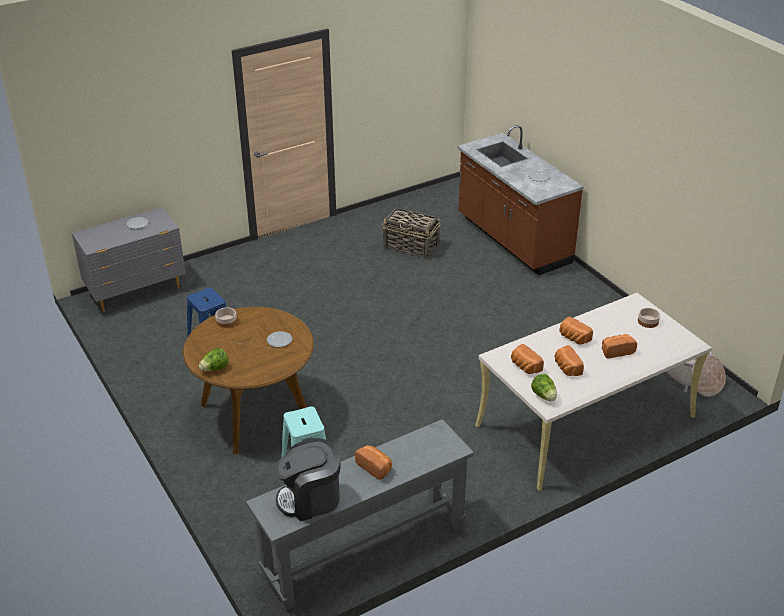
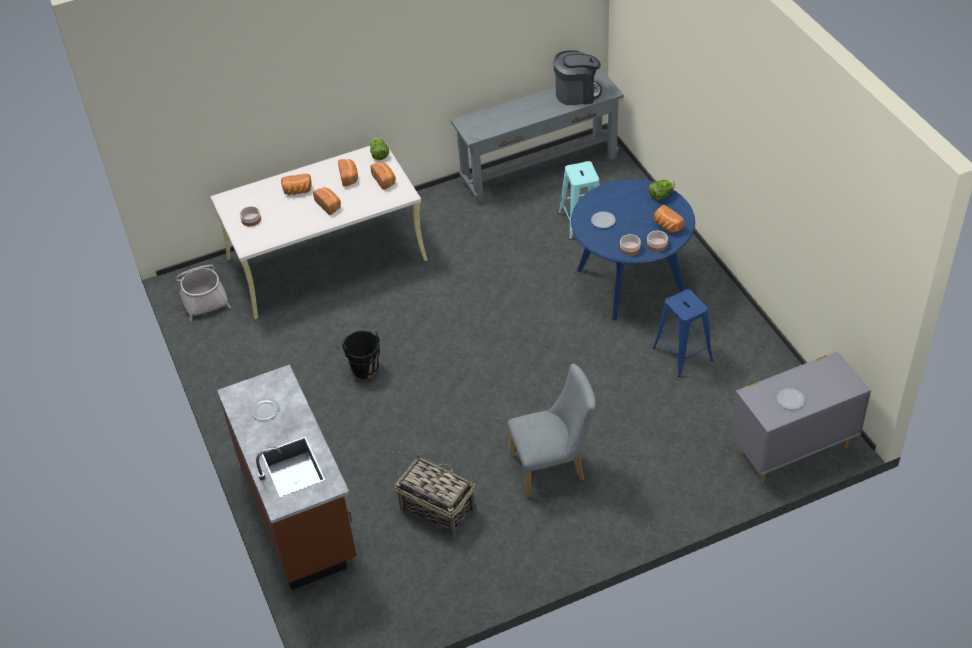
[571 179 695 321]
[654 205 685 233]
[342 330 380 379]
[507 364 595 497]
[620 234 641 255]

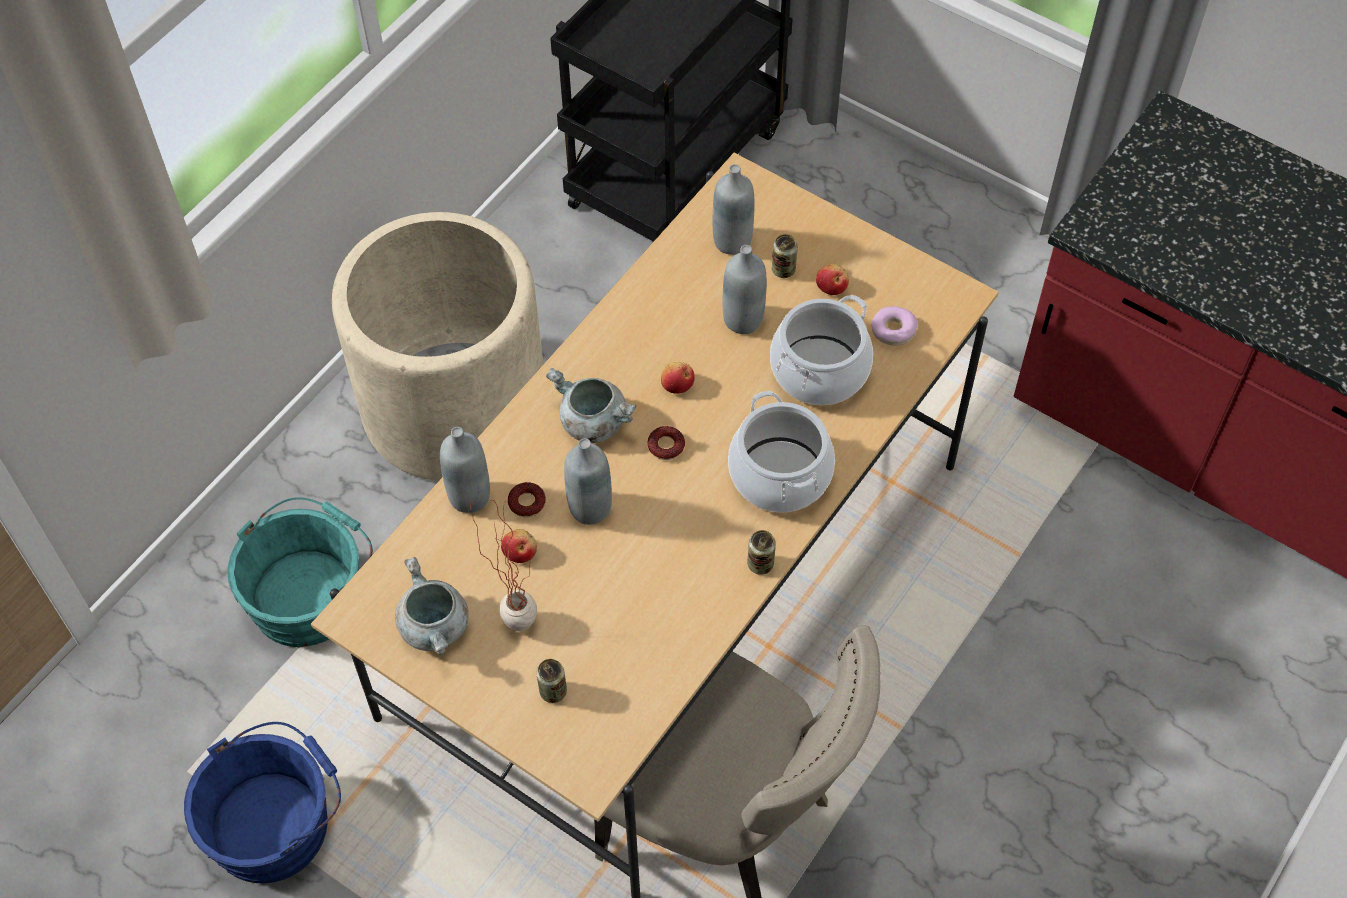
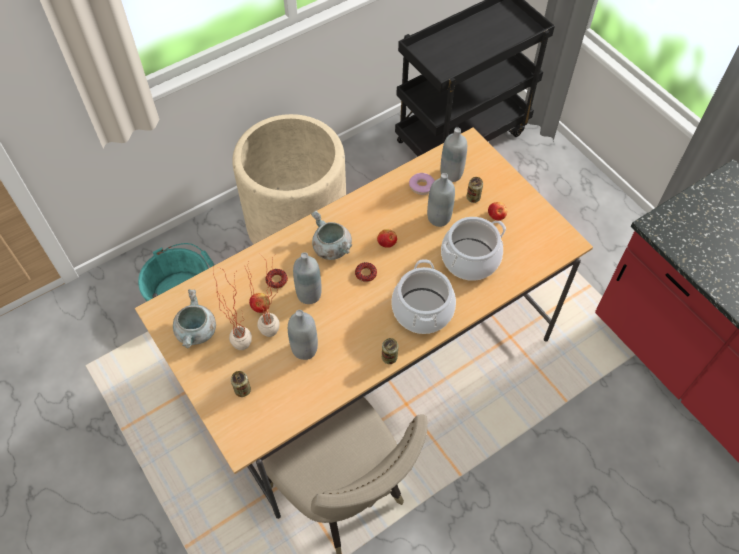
[184 722 341 883] (first image)
[288 310 318 360]
[409 173 435 195]
[245 254 281 337]

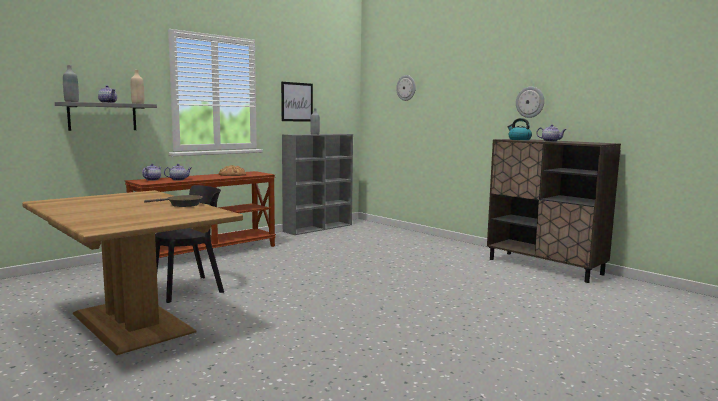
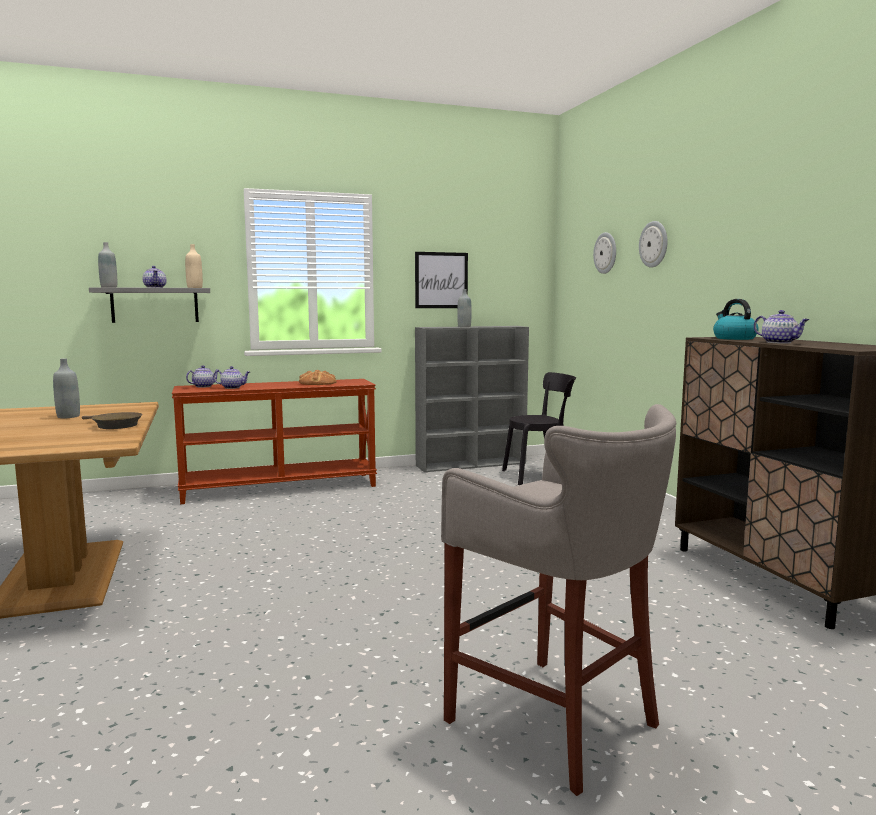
[502 372 576 485]
[639 221 668 268]
[53 358 80 418]
[441 404 676 796]

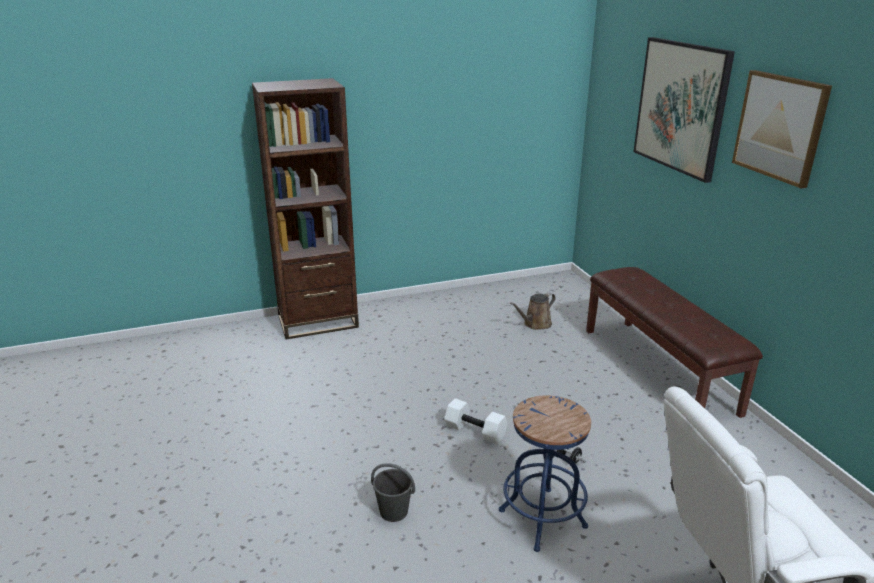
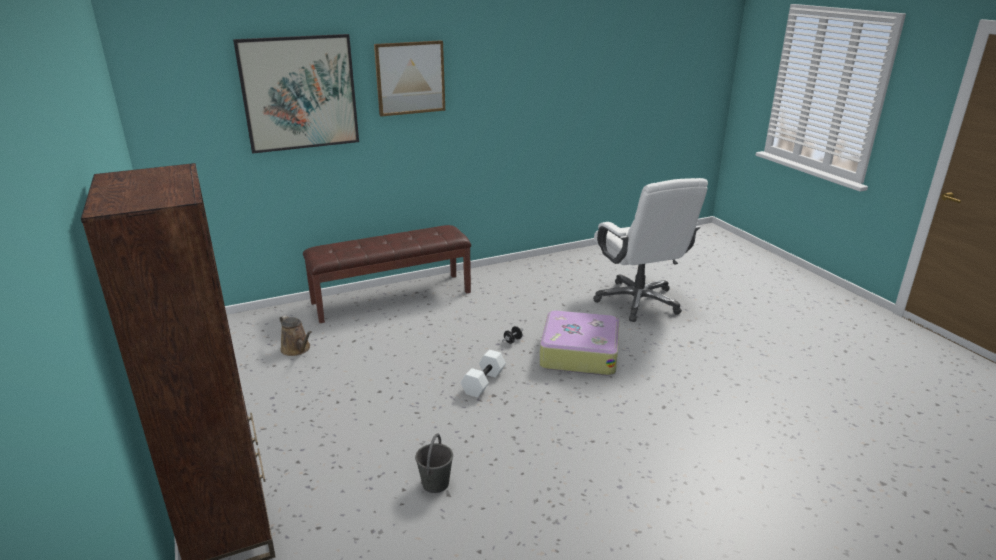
[415 433 453 493]
[539 310 619 375]

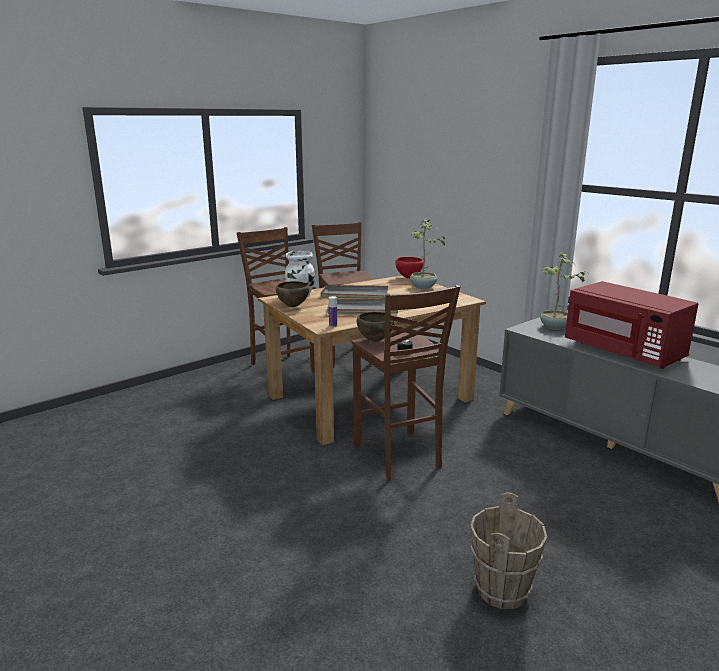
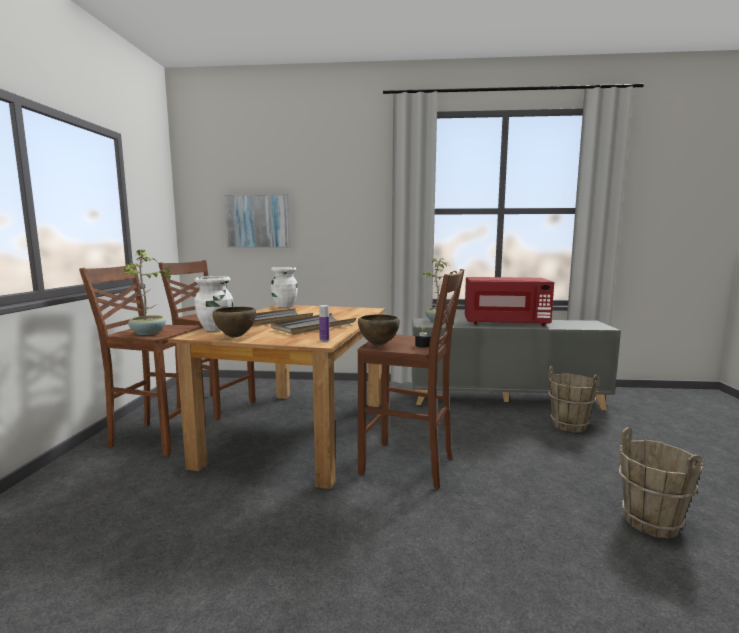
[271 267 298 307]
[120 249 175 335]
[224 194 291 248]
[548 366 599 433]

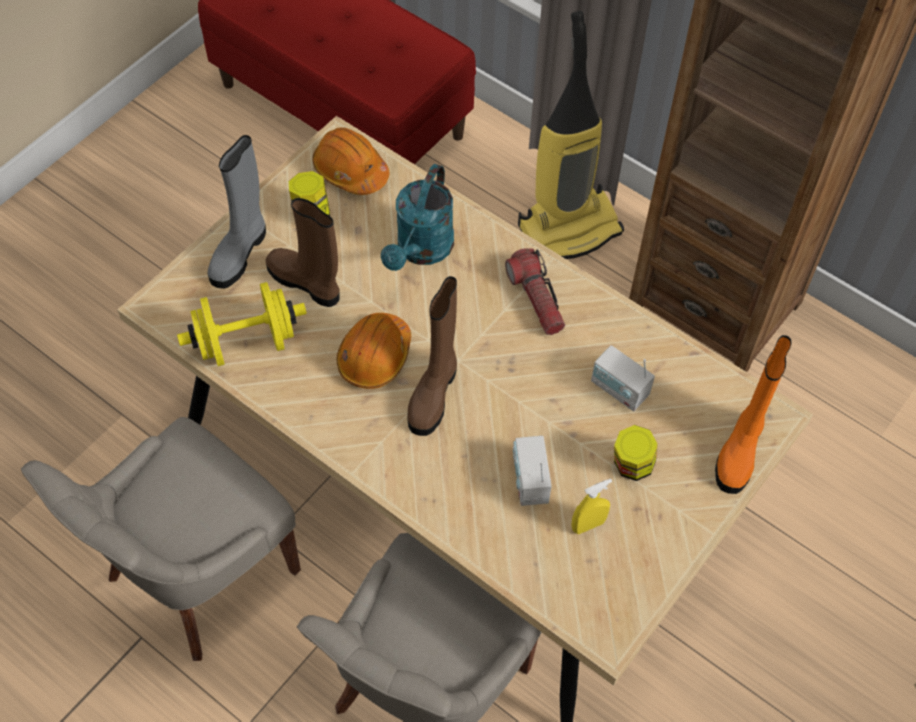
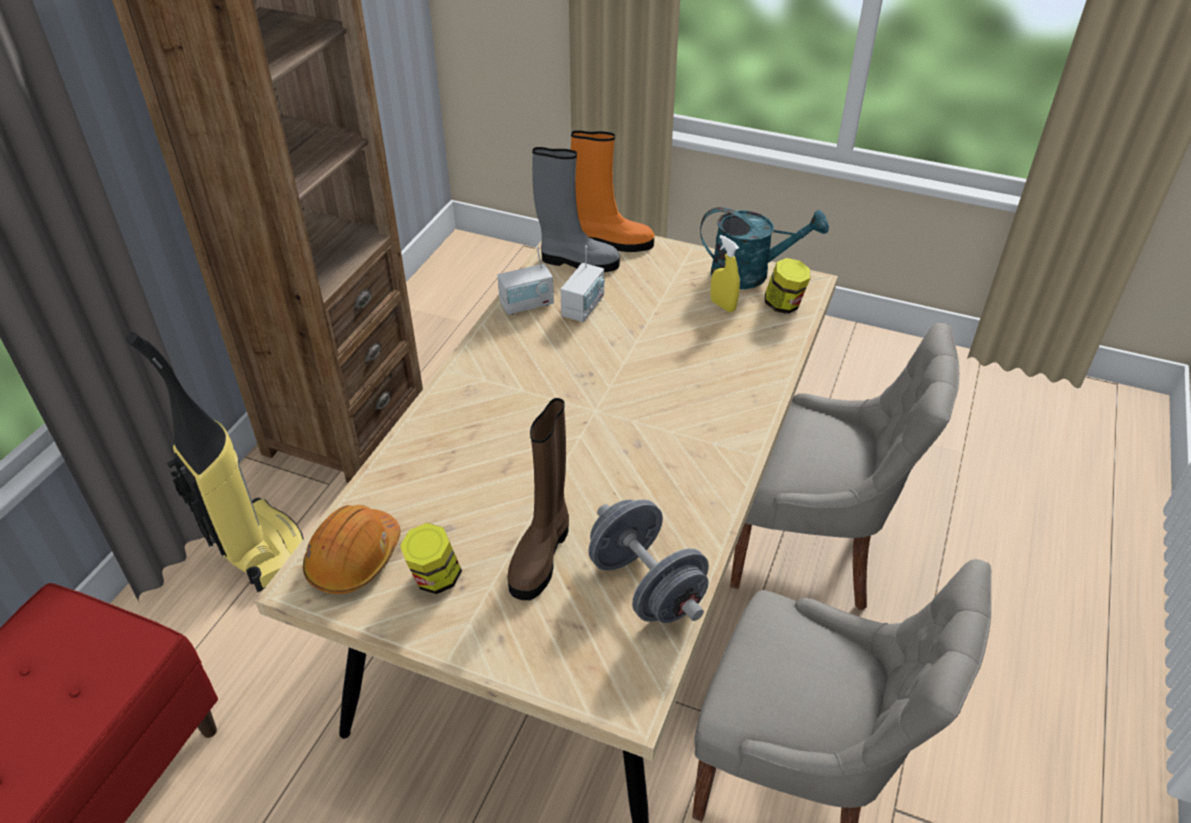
[588 499 709 623]
[532 147 620 272]
[336 313 411 389] (first image)
[700 207 829 289]
[407 276 457 436] (first image)
[505 249 565 335] (first image)
[497 246 554 315]
[765 258 810 314]

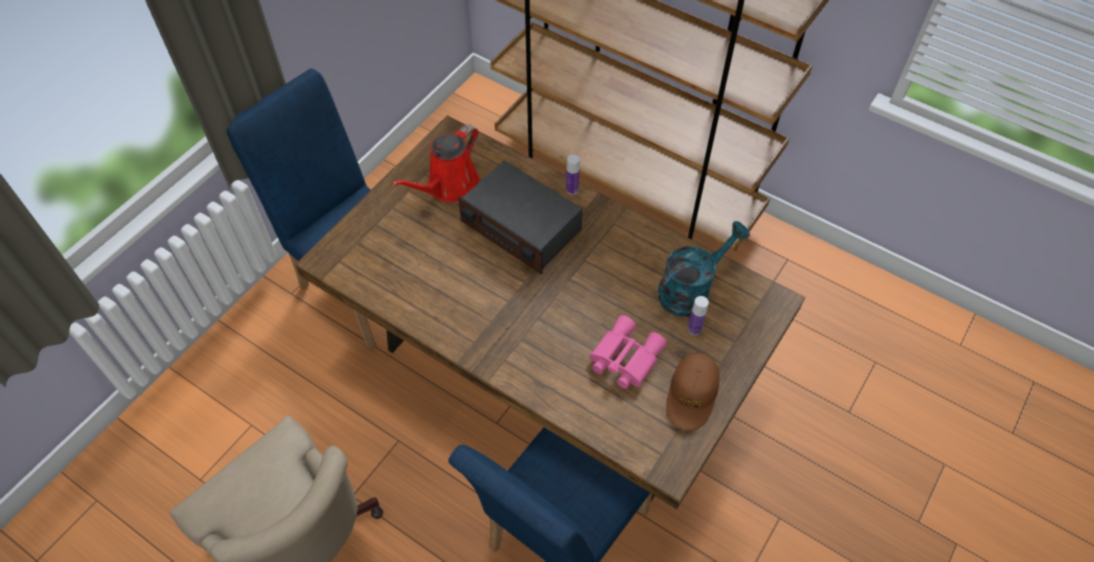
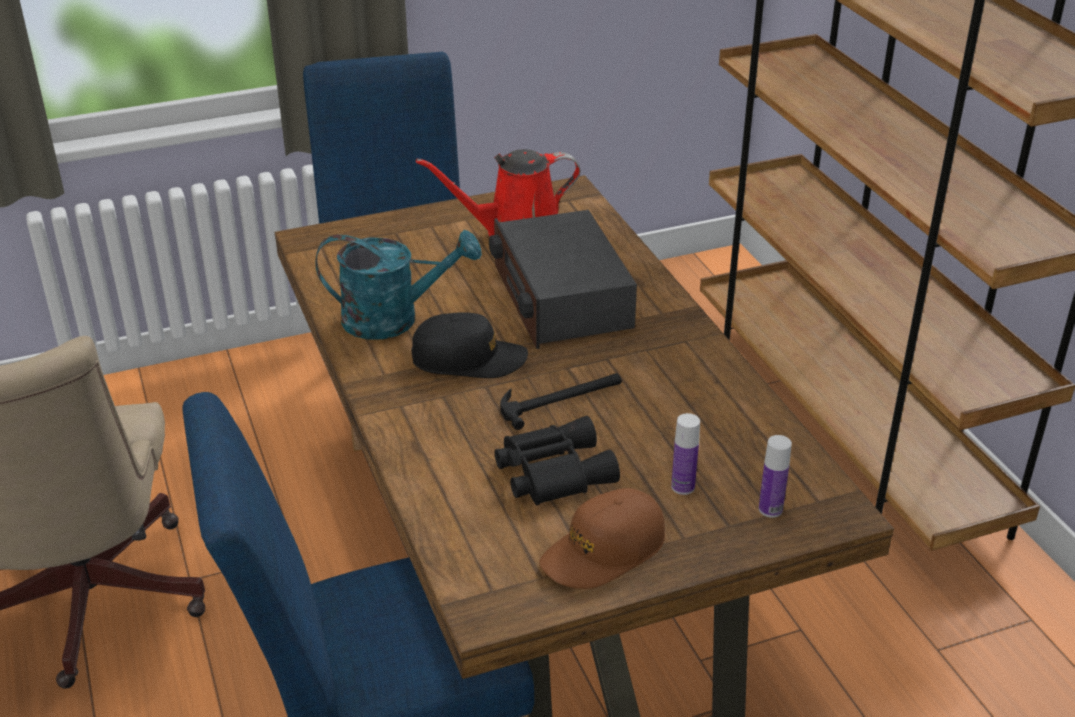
[759 435 792 518]
[495 416 620 505]
[315 230 482 340]
[411 313 528 378]
[500 373 622 430]

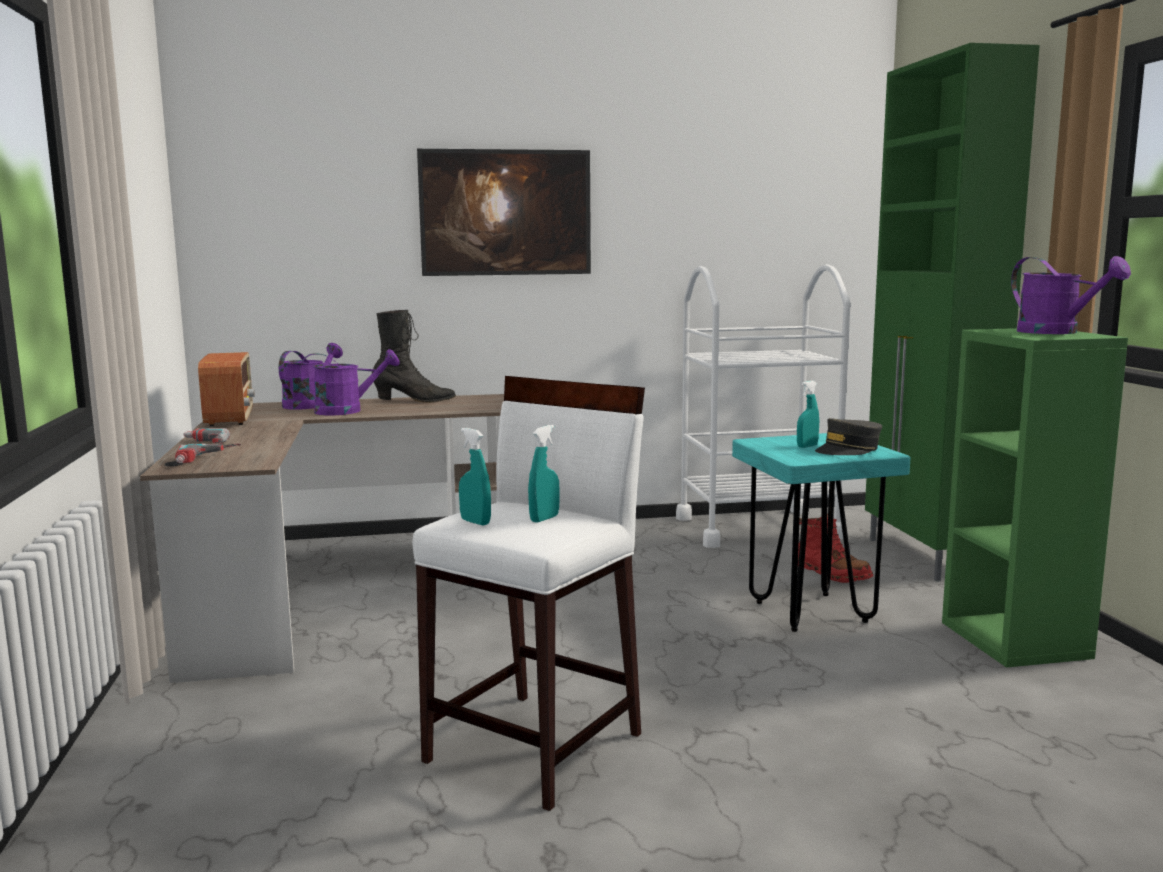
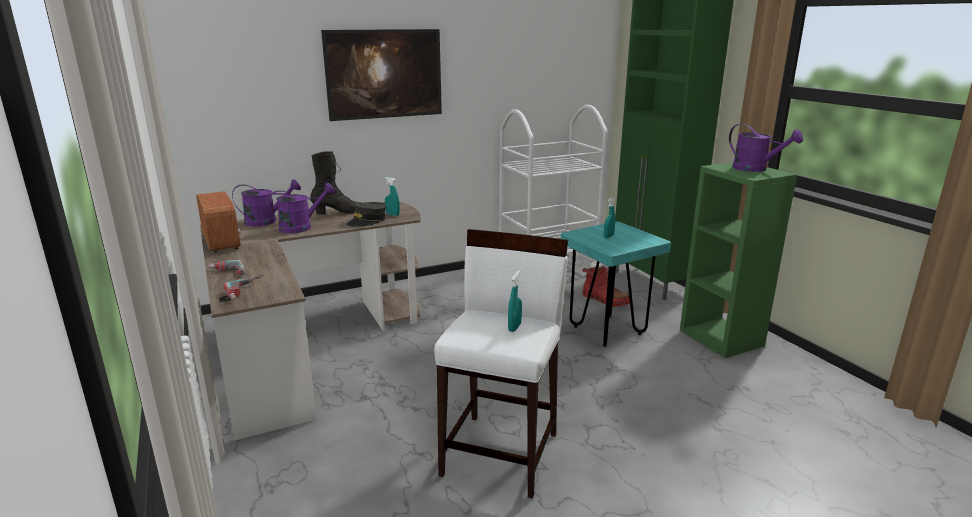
[232 179 301 227]
[385 177 400 216]
[347 202 386 227]

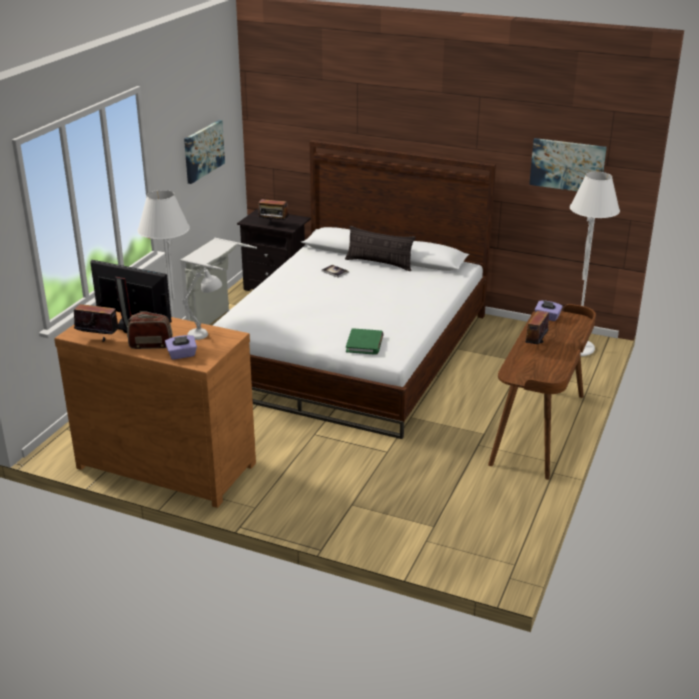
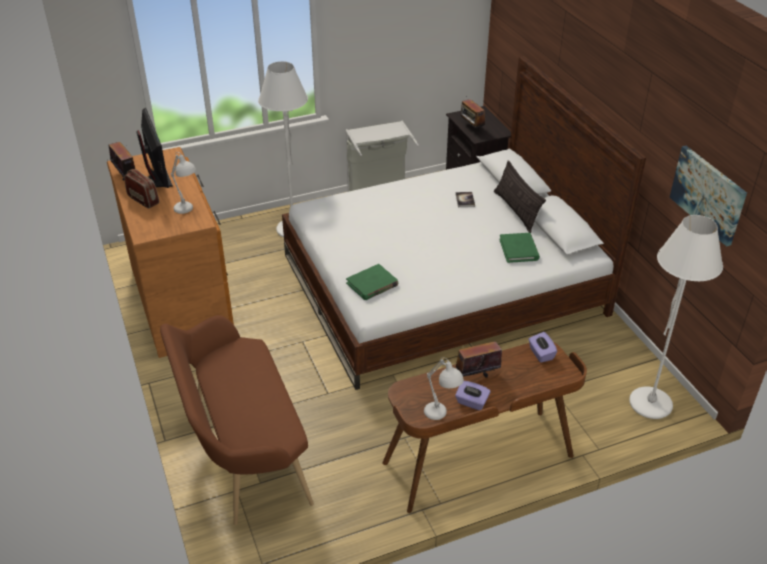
[455 381 491 410]
[184 120 225 184] (first image)
[160 315 314 525]
[424 357 464 420]
[499 233 540 263]

